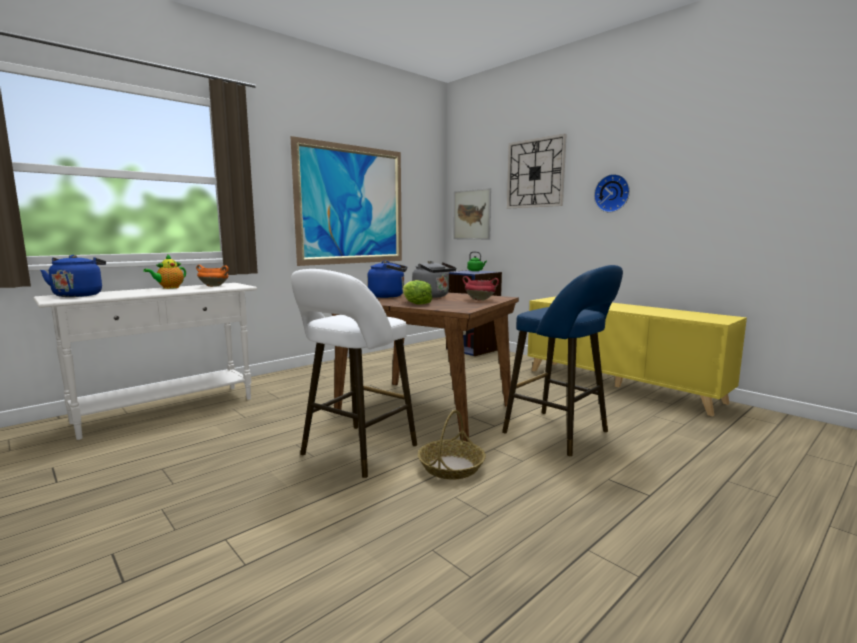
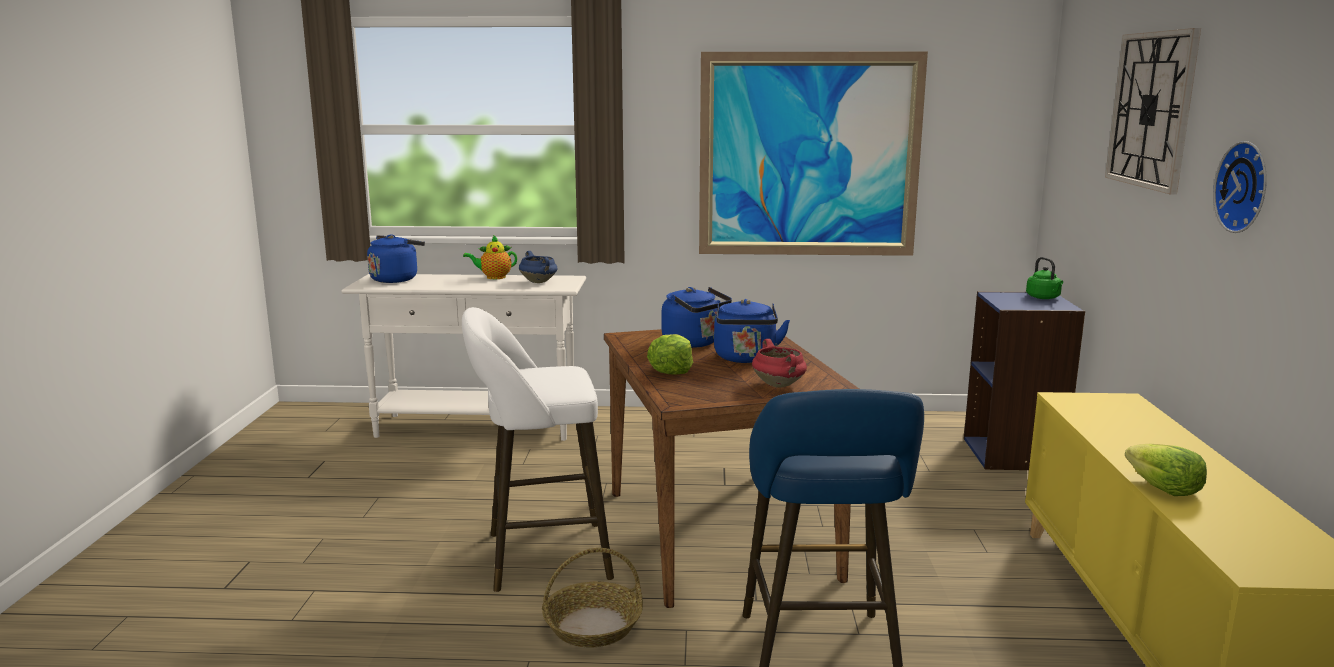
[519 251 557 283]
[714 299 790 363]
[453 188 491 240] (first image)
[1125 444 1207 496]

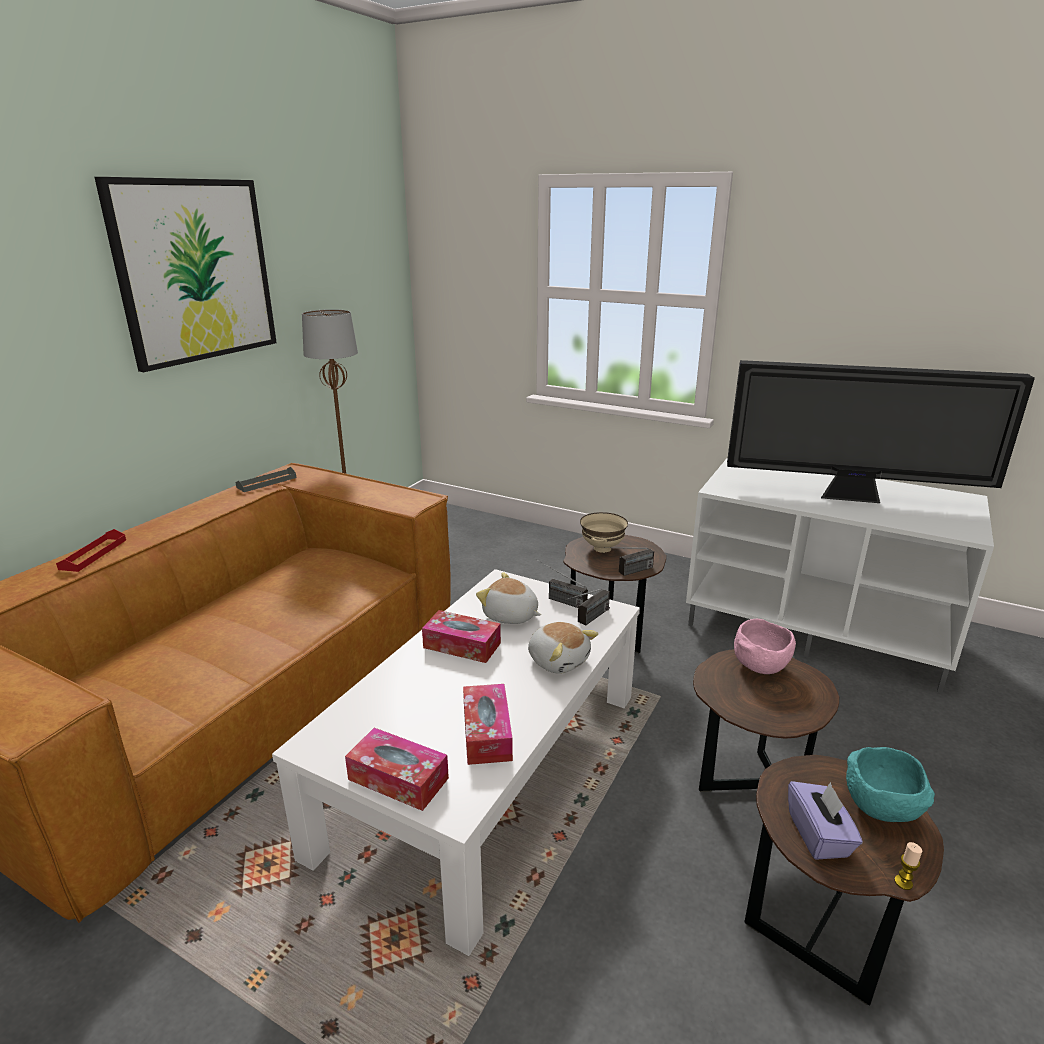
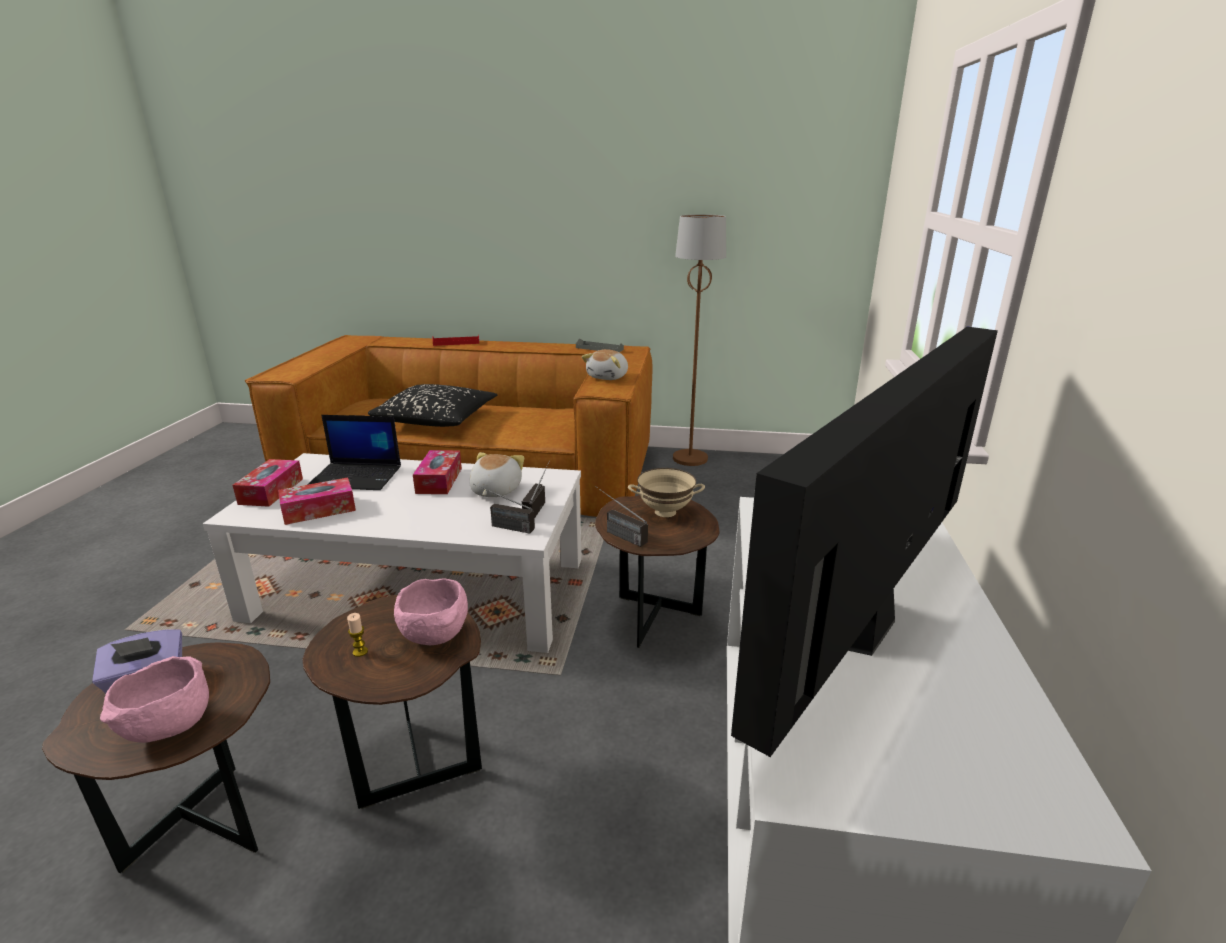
[94 177 277 372] (first image)
[582 349 628 380]
[731 327 998 757]
[100 656 209 743]
[347 613 368 657]
[307 415 401 490]
[368 384 497 427]

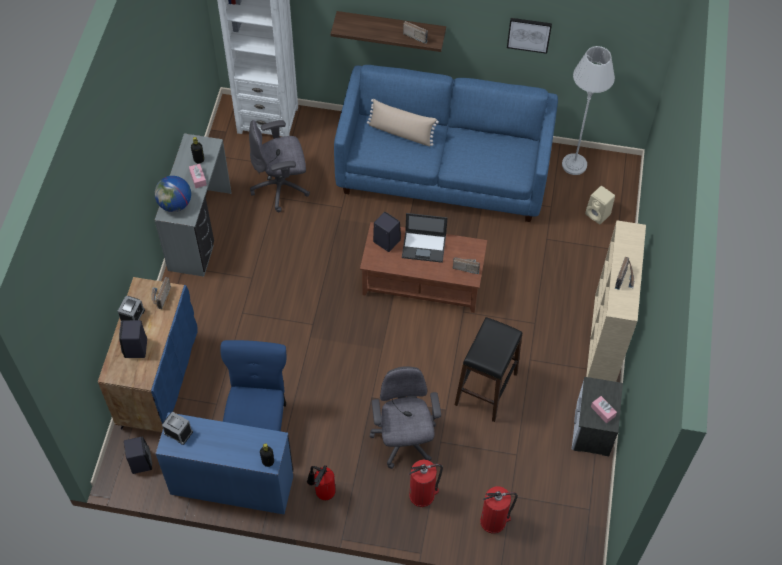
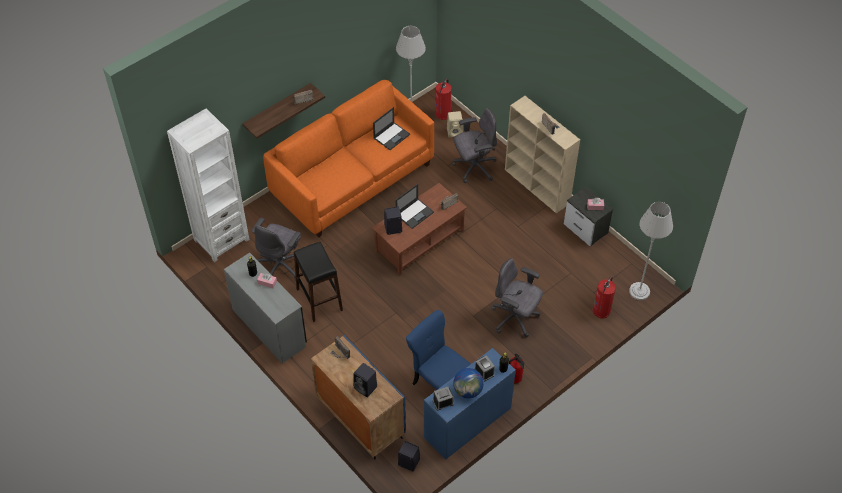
[475 355 495 381]
[453 368 484 398]
[263 80 434 237]
[367 99 439 146] (first image)
[435 78 452 120]
[294 242 343 322]
[507 18 552 54] (first image)
[373 107 410 150]
[452 108 497 183]
[629 202 673 300]

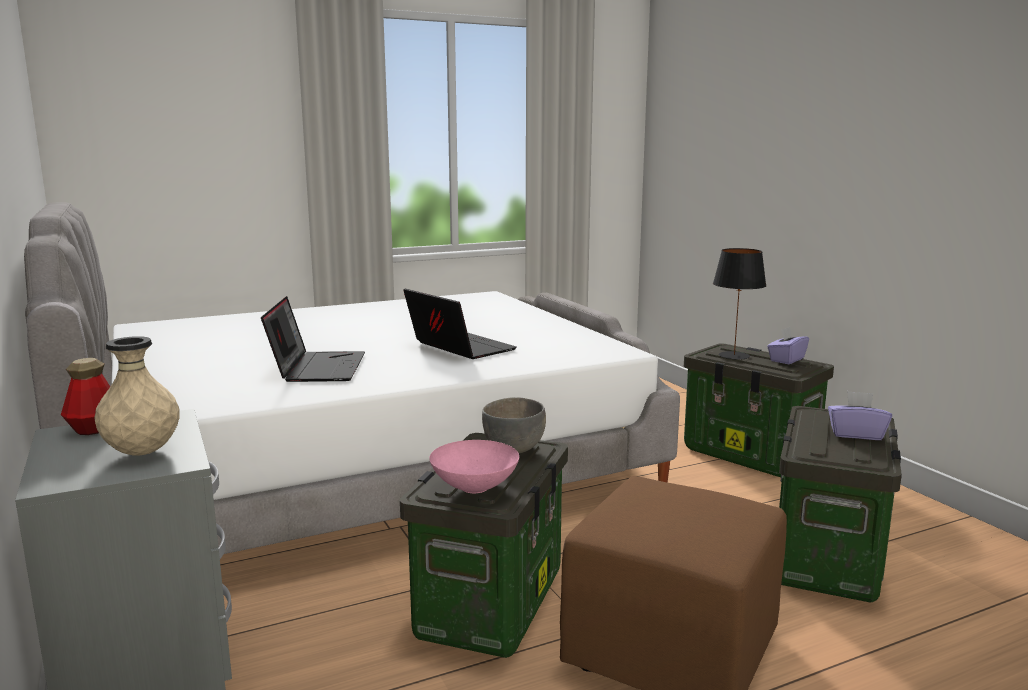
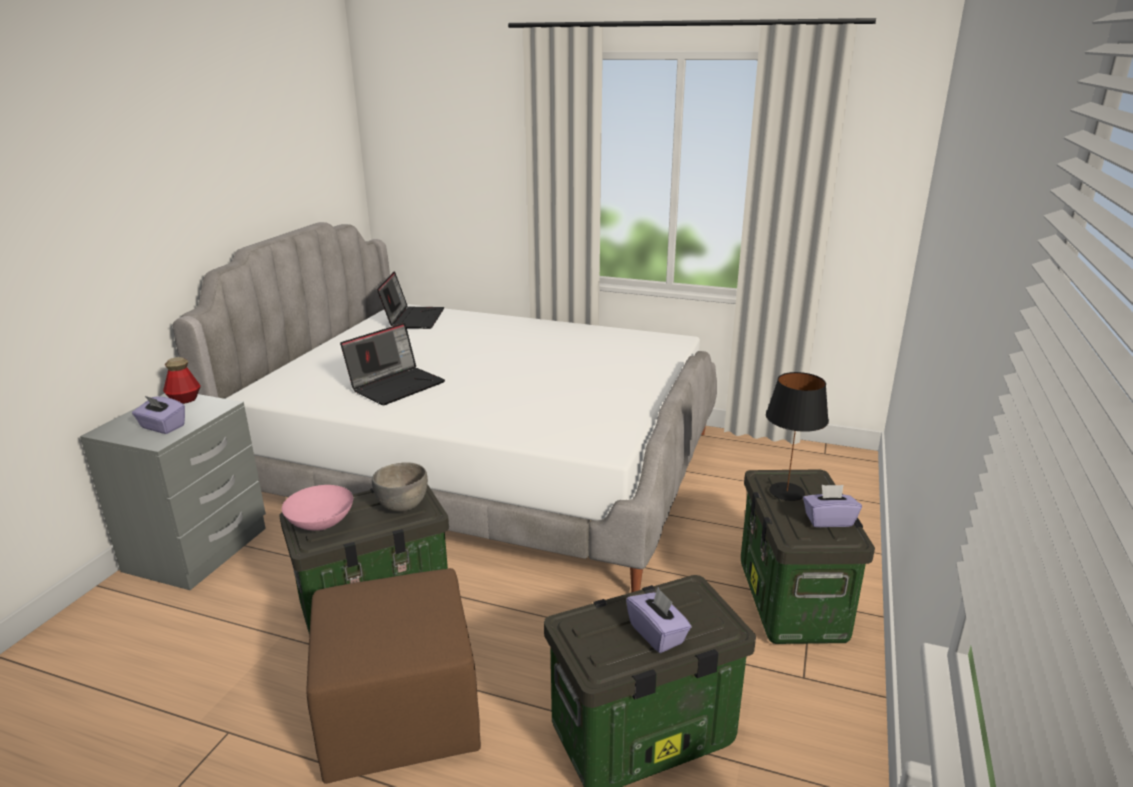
[132 395 185 434]
[377 271 444 329]

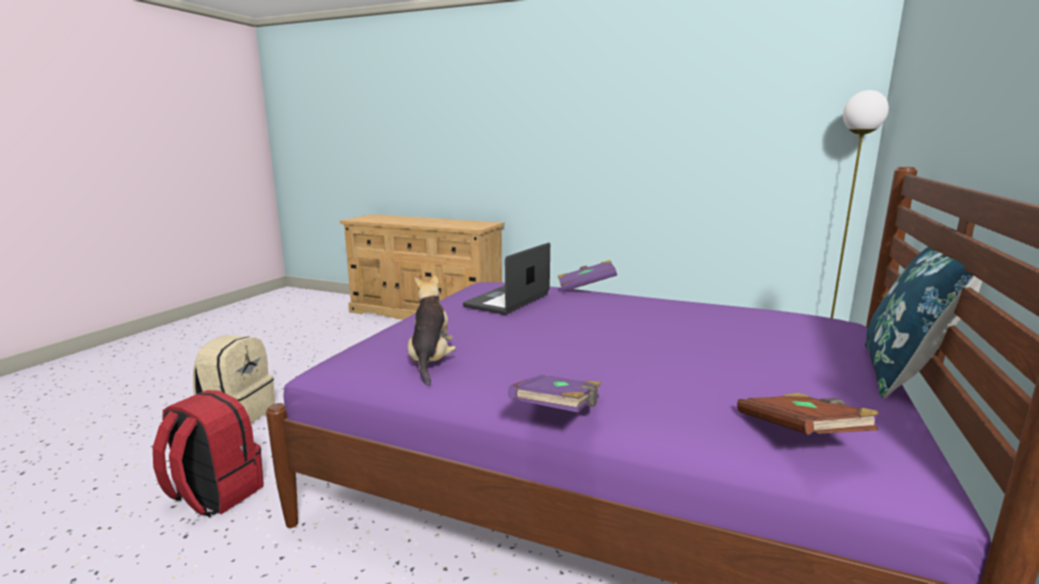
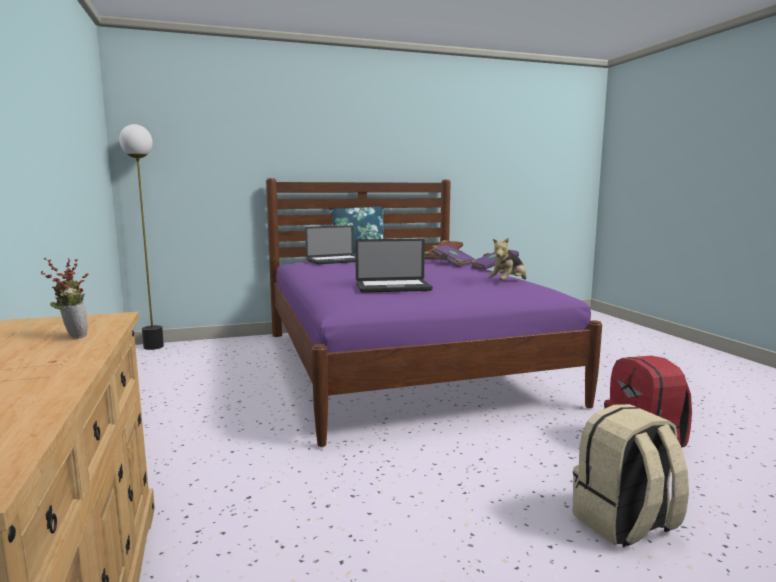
[431 245 475 267]
[41 258 89 338]
[305 225 356 264]

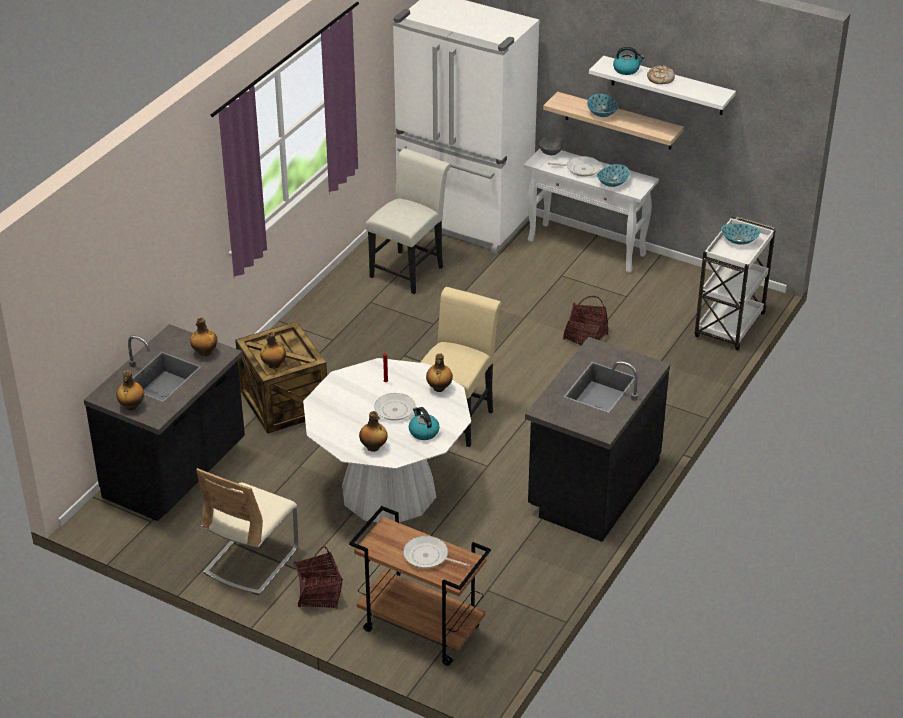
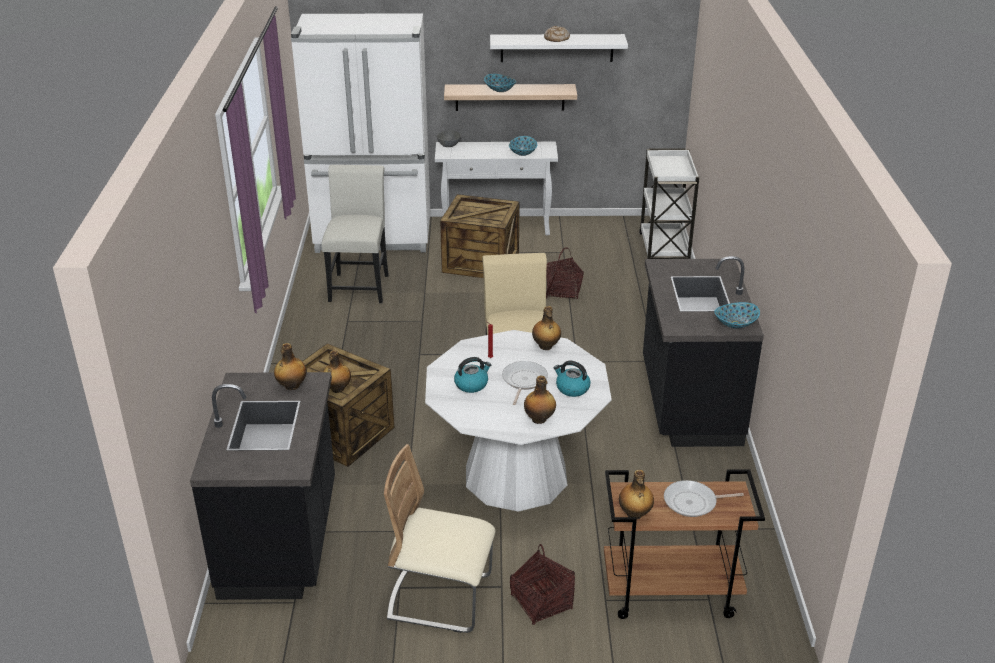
[619 470 654 520]
[384 444 496 633]
[548 156 601 177] (first image)
[454 357 491 393]
[714 302 760 328]
[440 194 520 278]

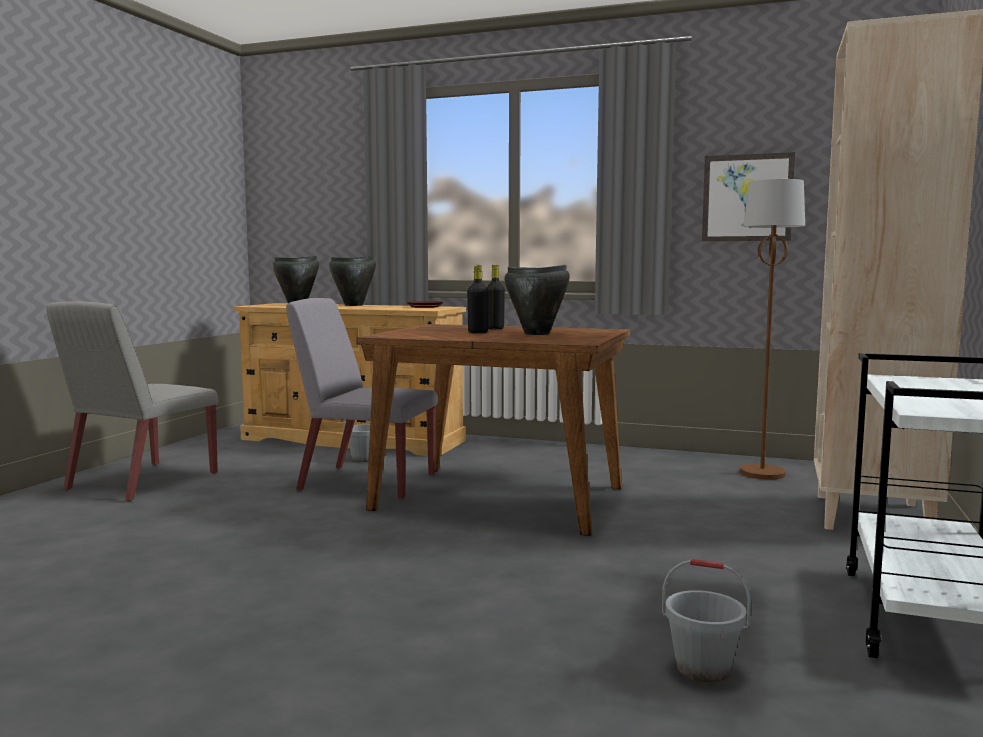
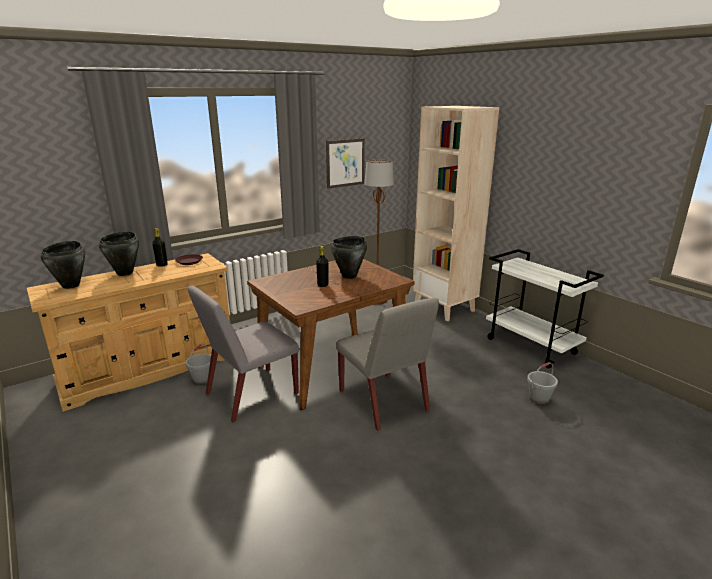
[336 298 439 431]
[152 228 168 267]

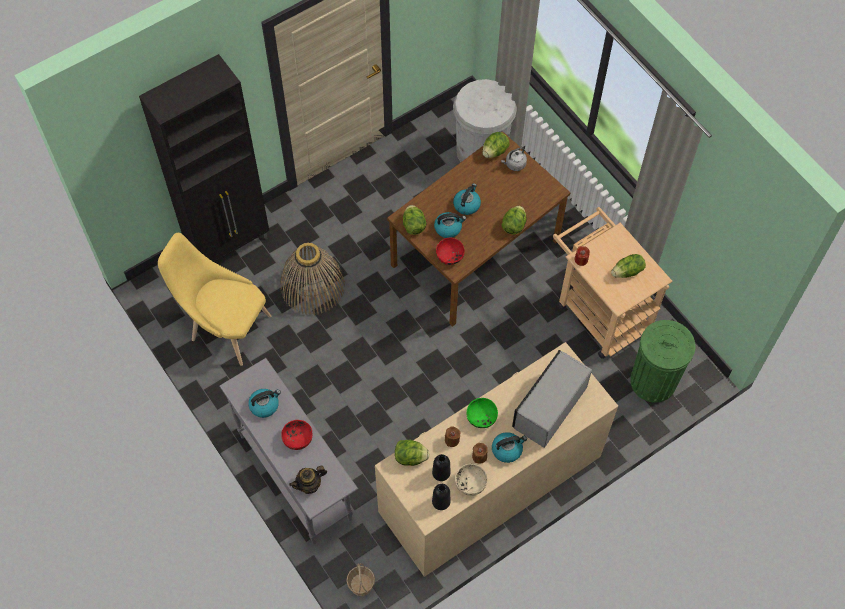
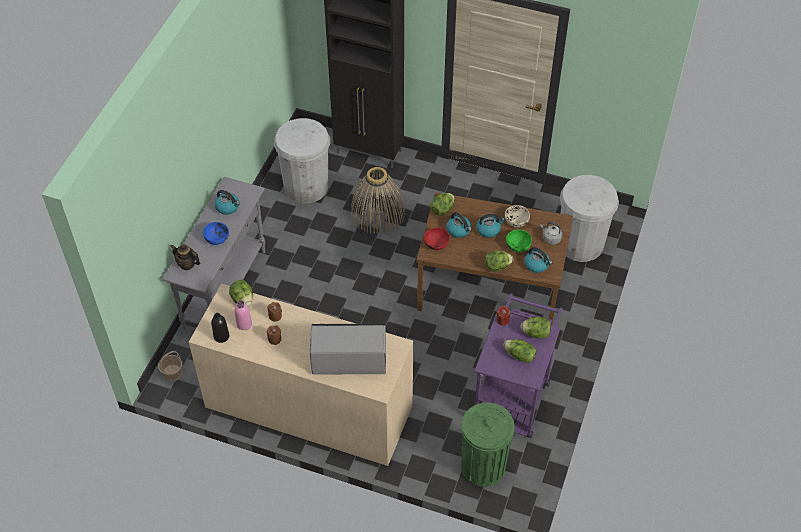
[274 118 330 203]
[203 222 229 245]
[235 300 252 330]
[505 205 530 227]
[506 229 532 253]
[521 317 551 339]
[524 247 552 273]
[474 293 563 438]

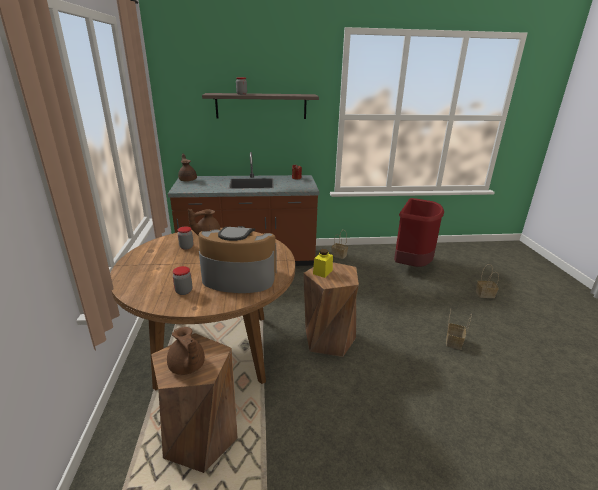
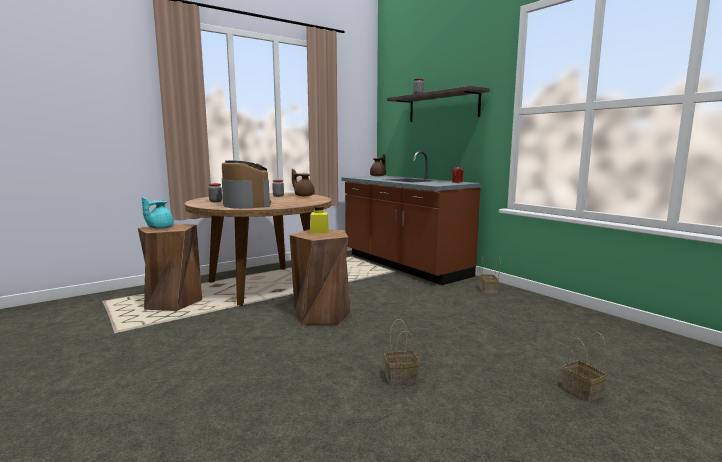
[142 197 174 229]
[394 198 444 267] (first image)

